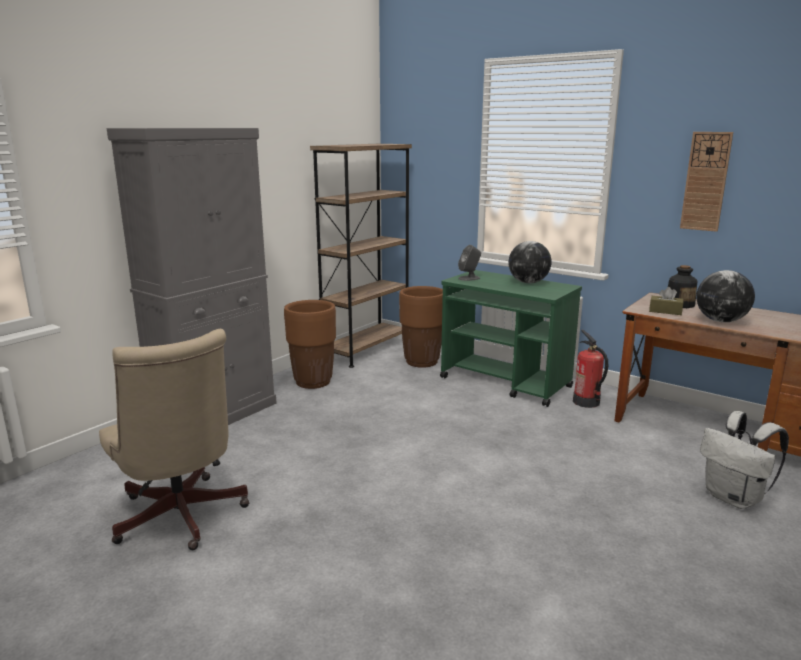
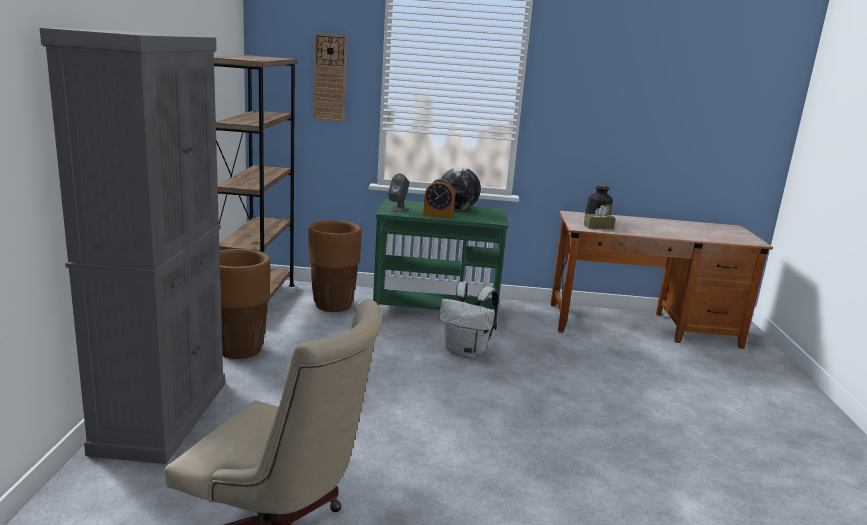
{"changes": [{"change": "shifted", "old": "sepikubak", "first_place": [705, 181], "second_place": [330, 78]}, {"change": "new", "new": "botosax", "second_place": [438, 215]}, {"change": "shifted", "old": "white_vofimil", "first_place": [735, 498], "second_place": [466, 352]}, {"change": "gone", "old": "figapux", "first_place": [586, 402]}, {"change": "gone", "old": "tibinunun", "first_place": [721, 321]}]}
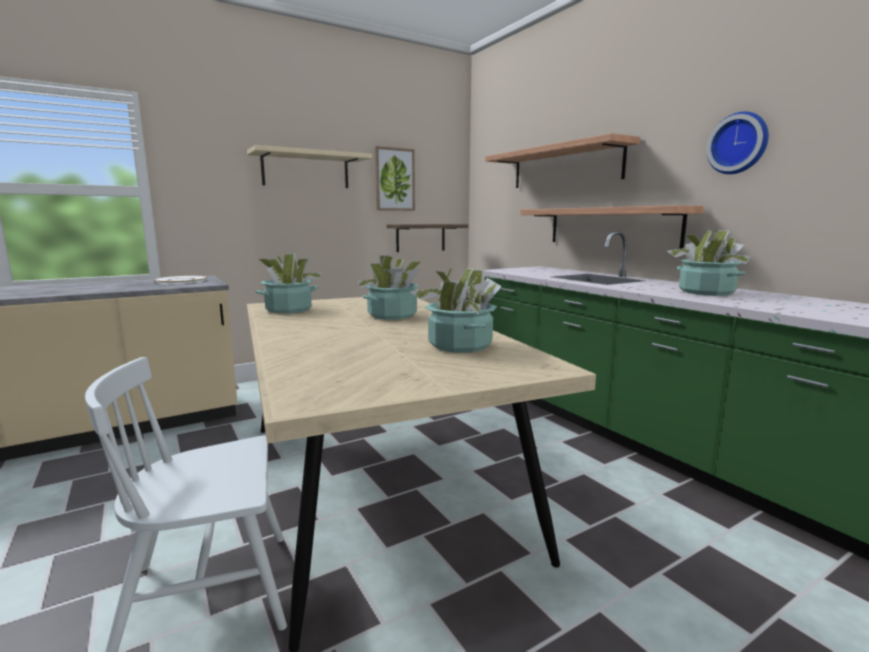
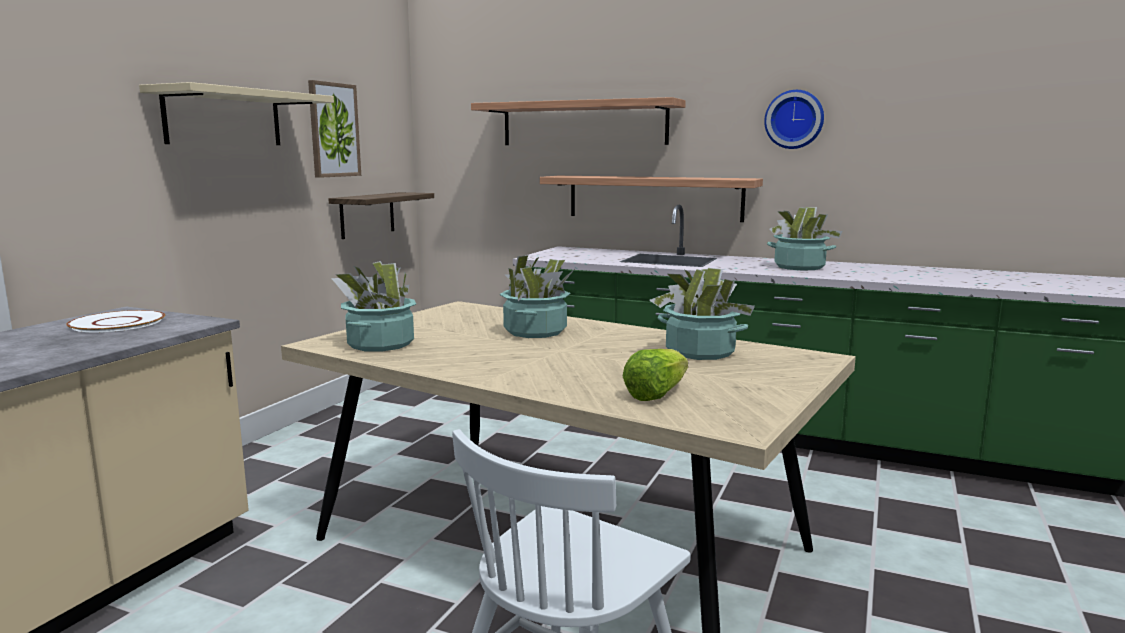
{"changes": [{"change": "new", "new": "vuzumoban", "second_place": [656, 394]}]}
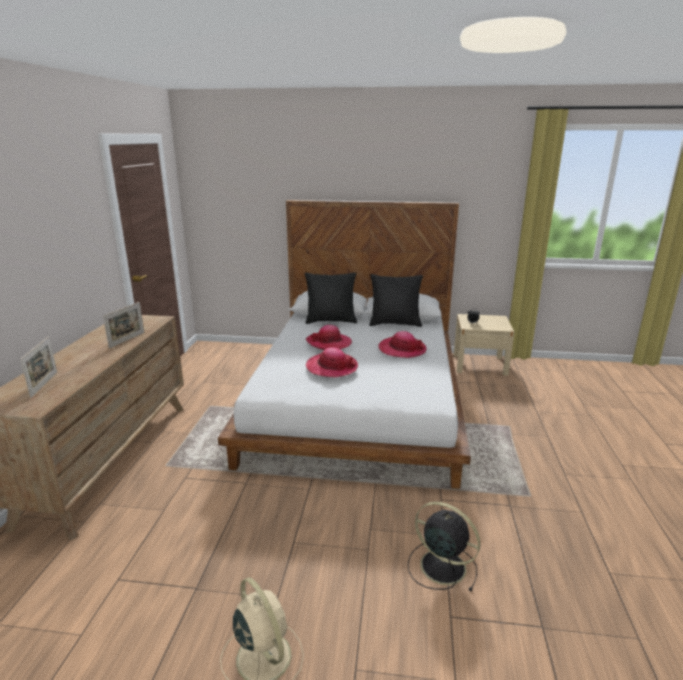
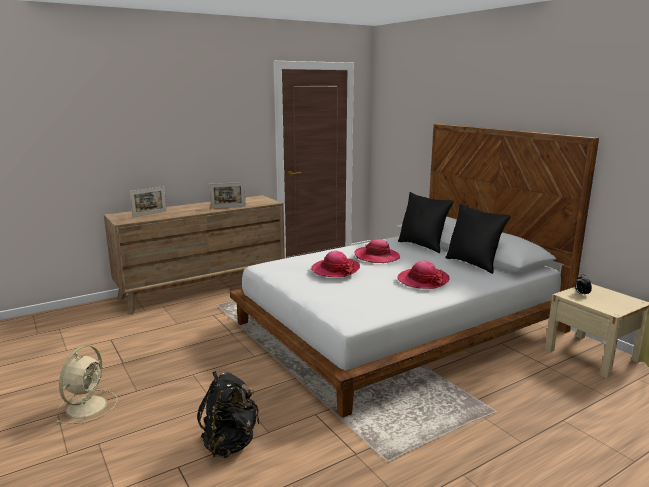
{"changes": [{"change": "swapped", "old": "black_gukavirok", "new": "black_vofimil", "first_place": [441, 566], "second_place": [230, 443]}]}
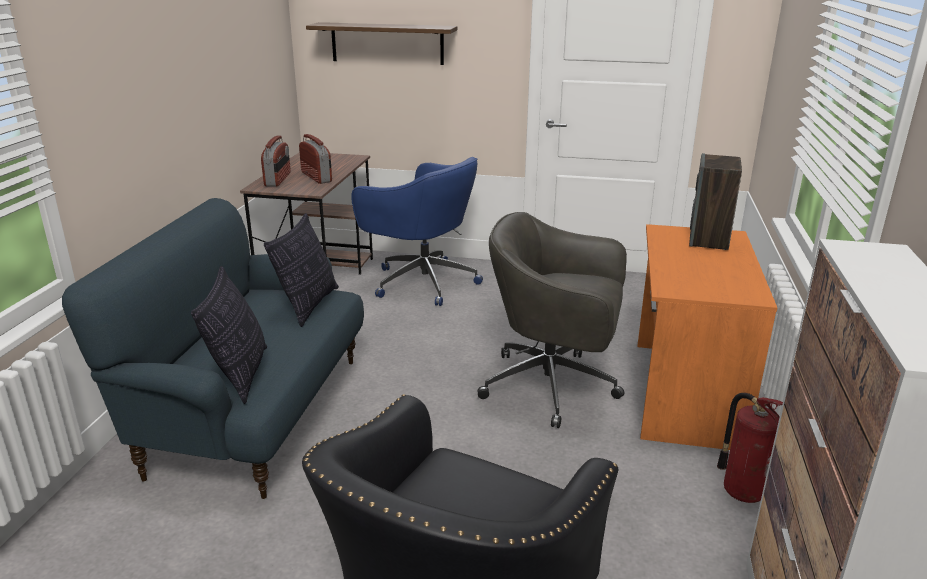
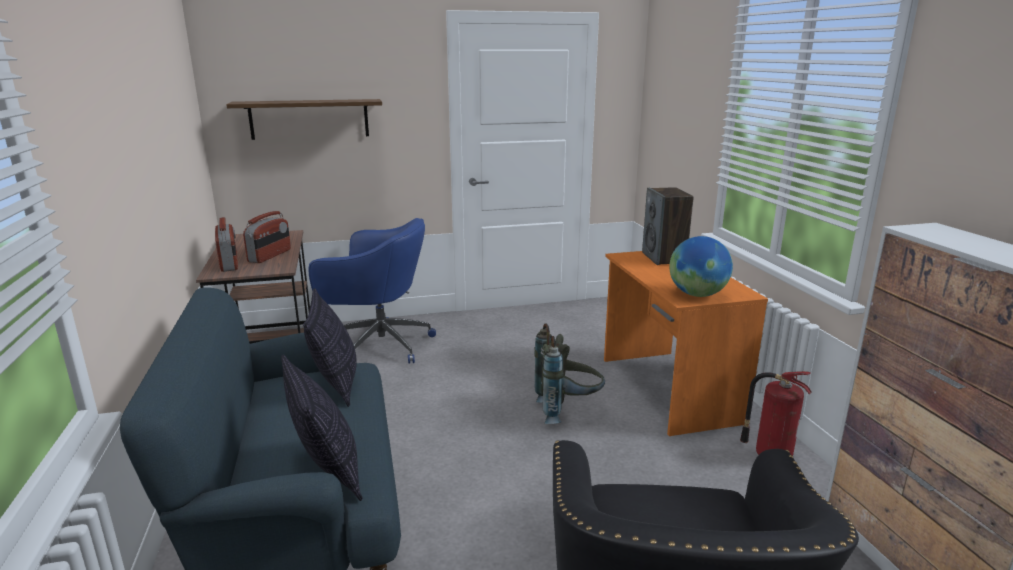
{"changes": [{"change": "rotated", "old": "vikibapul", "first_place": [317, 177], "second_place": [270, 256], "degrees": 75}, {"change": "swapped", "old": "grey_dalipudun", "new": "grey_vofimil", "first_place": [553, 386], "second_place": [567, 410]}, {"change": "new", "new": "tibinunun", "second_place": [697, 294]}]}
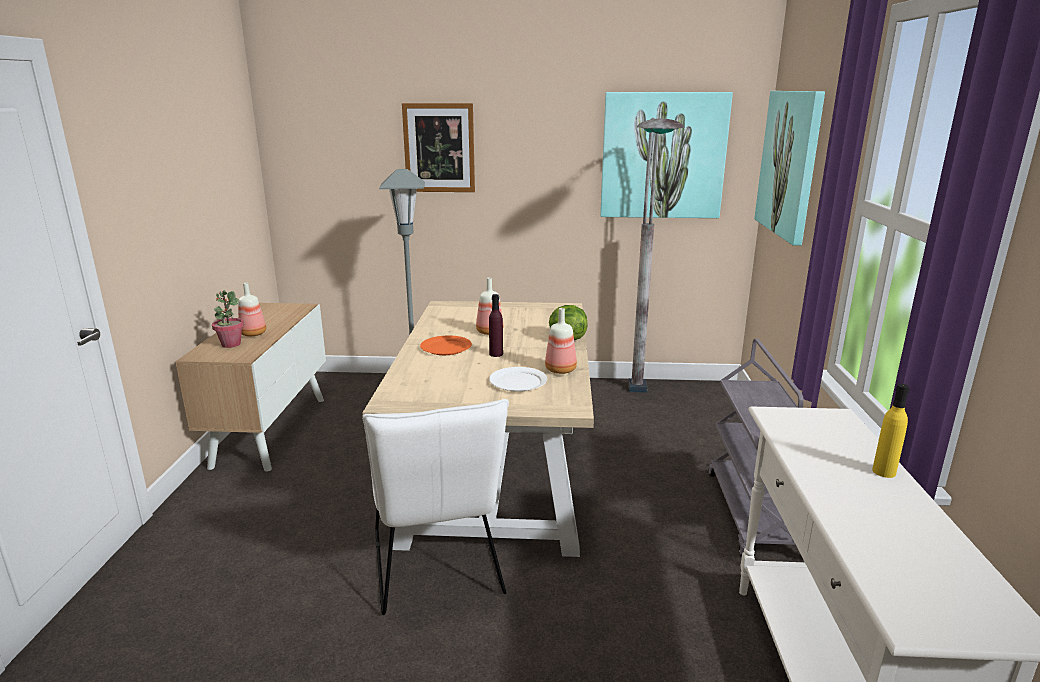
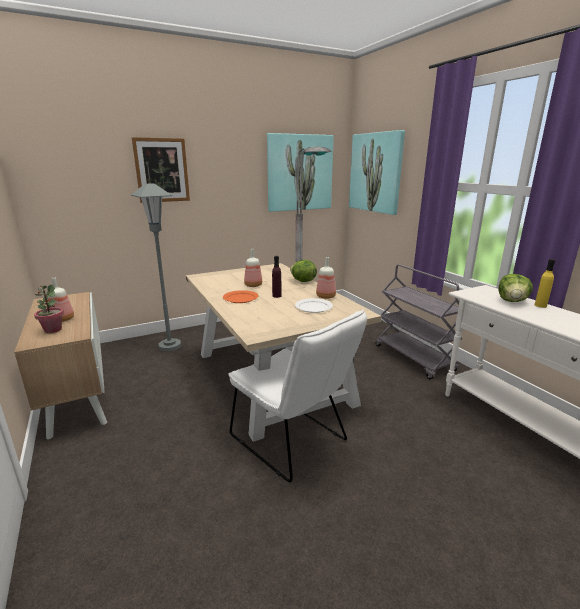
{"changes": [{"change": "new", "new": "vuzumoban", "second_place": [512, 301]}]}
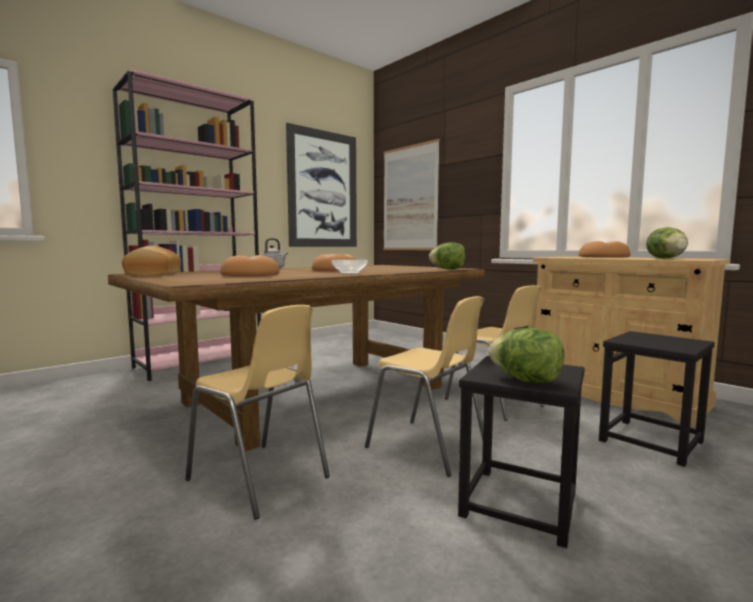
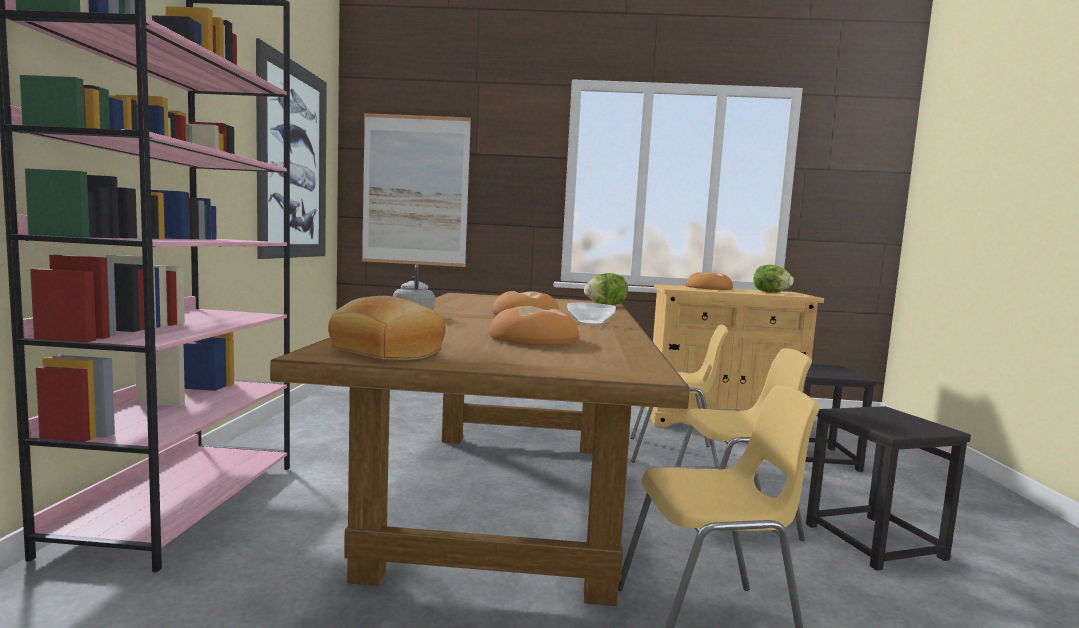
{"changes": [{"change": "gone", "old": "vuzumoban", "first_place": [526, 380]}]}
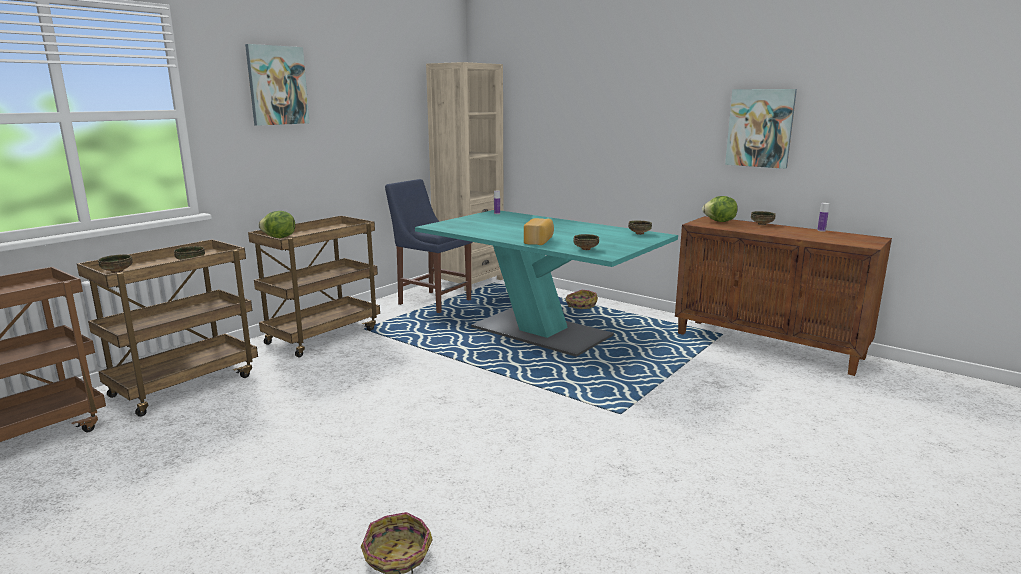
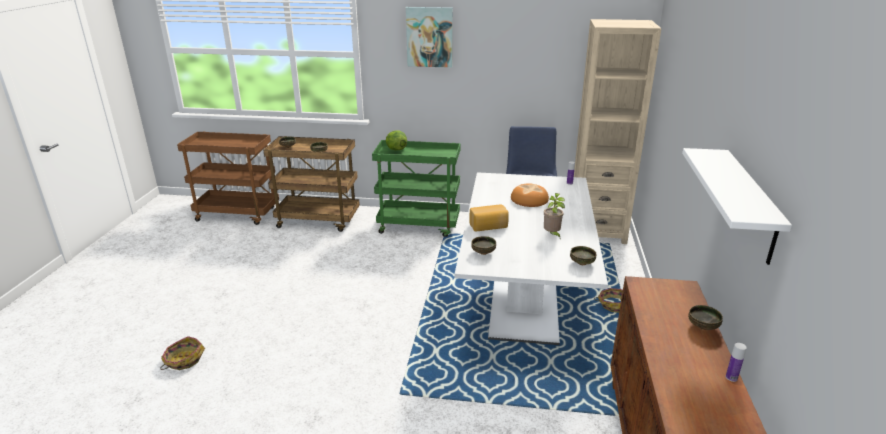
{"changes": [{"change": "repainted", "old": "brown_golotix", "new": "green_golotix", "first_place": [323, 335], "second_place": [419, 225]}, {"change": "repainted", "old": "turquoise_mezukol", "new": "white_mezukol", "first_place": [541, 332], "second_place": [524, 305]}, {"change": "new", "new": "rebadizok", "second_place": [529, 199]}, {"change": "new", "new": "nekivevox", "second_place": [552, 235]}, {"change": "swapped", "old": "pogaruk", "new": "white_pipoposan", "first_place": [760, 128], "second_place": [749, 205]}, {"change": "gone", "old": "vuzumoban", "first_place": [719, 222]}]}
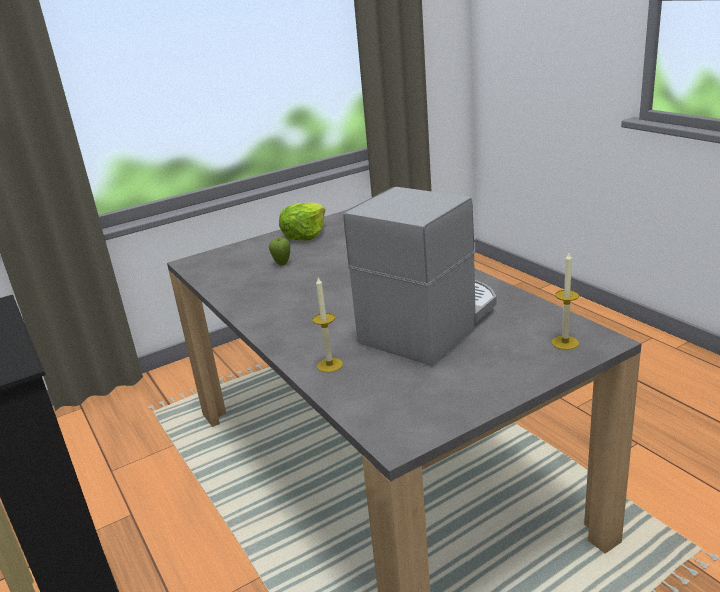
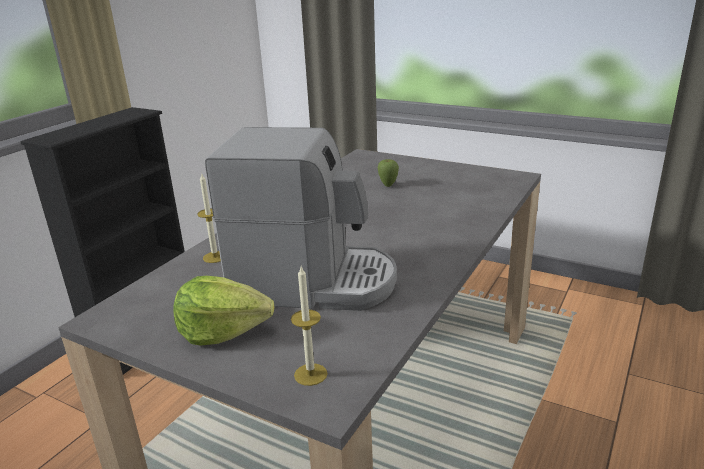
{"changes": [{"change": "shifted", "old": "vuzumoban", "first_place": [305, 235], "second_place": [223, 331]}]}
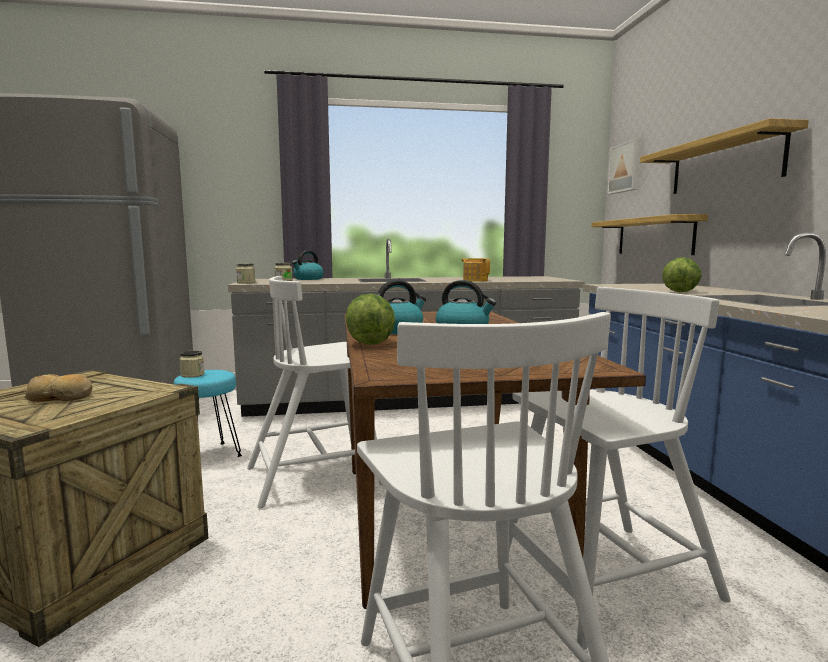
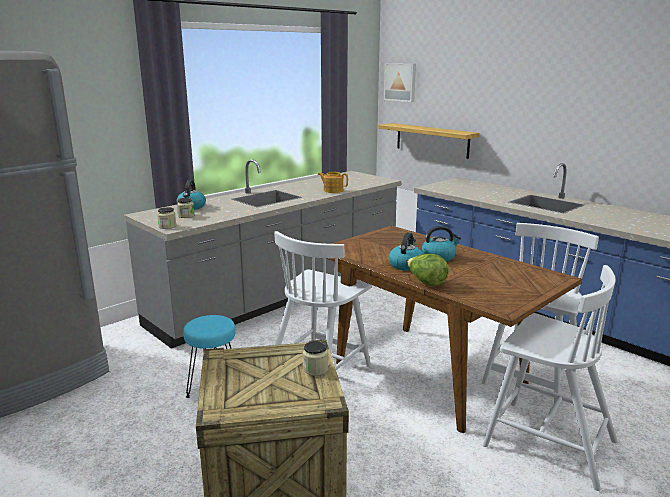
{"changes": [{"change": "shifted", "old": "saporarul", "first_place": [192, 375], "second_place": [315, 369]}, {"change": "gone", "old": "rebadizok", "first_place": [60, 397]}, {"change": "gone", "old": "pipoposan", "first_place": [724, 164]}, {"change": "gone", "old": "vuzumoban", "first_place": [680, 291]}]}
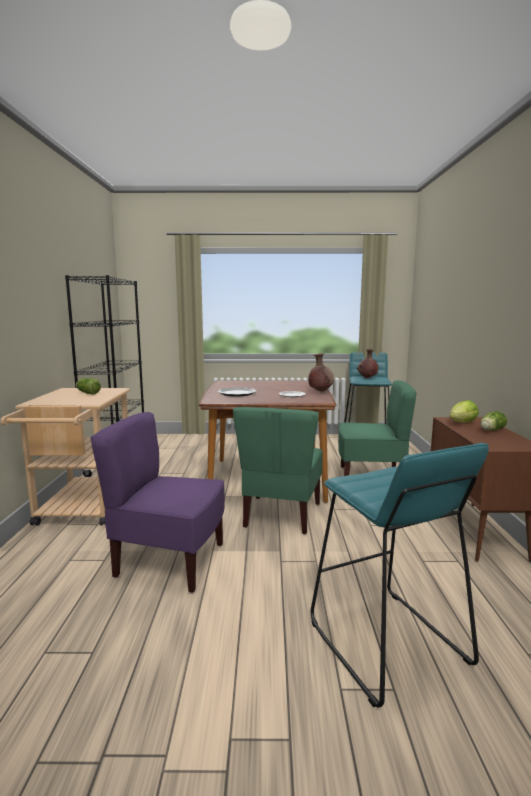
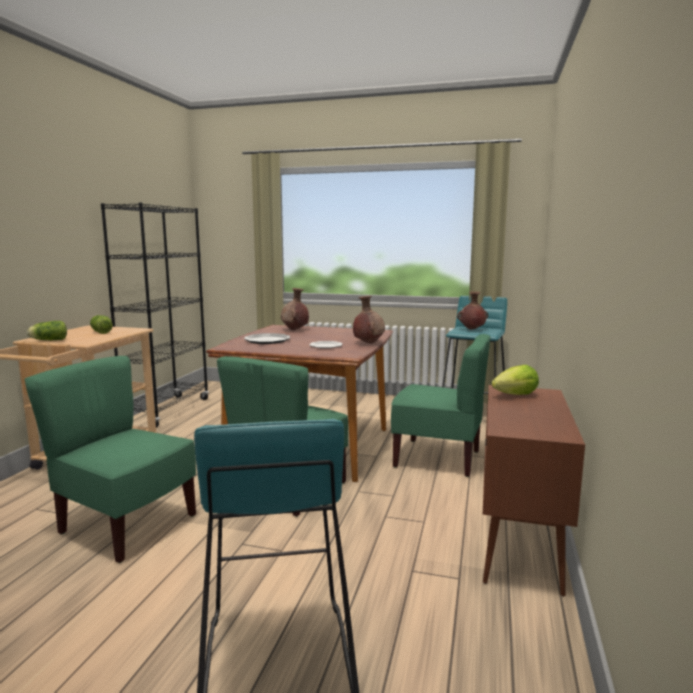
{"changes": [{"change": "repainted", "old": "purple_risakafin", "new": "green_risakafin", "first_place": [169, 561], "second_place": [126, 525]}, {"change": "shifted", "old": "vuzumoban", "first_place": [491, 430], "second_place": [48, 340]}, {"change": "new", "new": "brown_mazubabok", "second_place": [295, 330]}]}
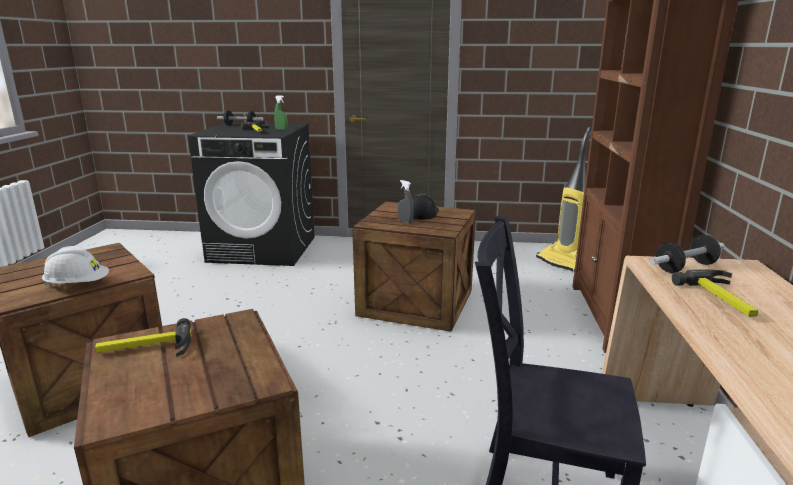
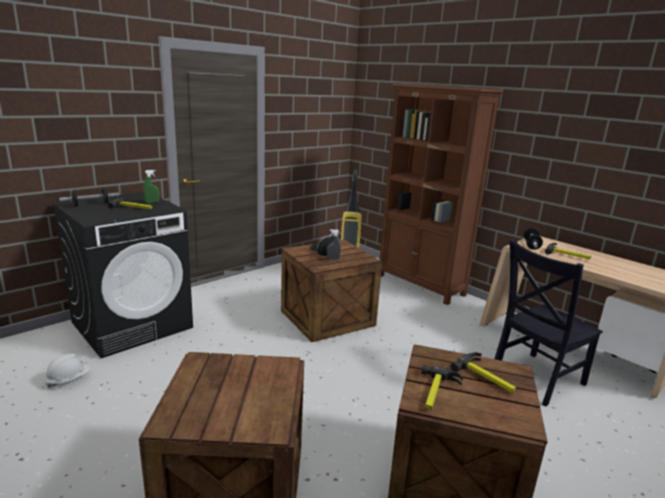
{"changes": [{"change": "shifted", "old": "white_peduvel", "first_place": [78, 285], "second_place": [68, 379]}, {"change": "new", "new": "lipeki", "second_place": [486, 377]}]}
